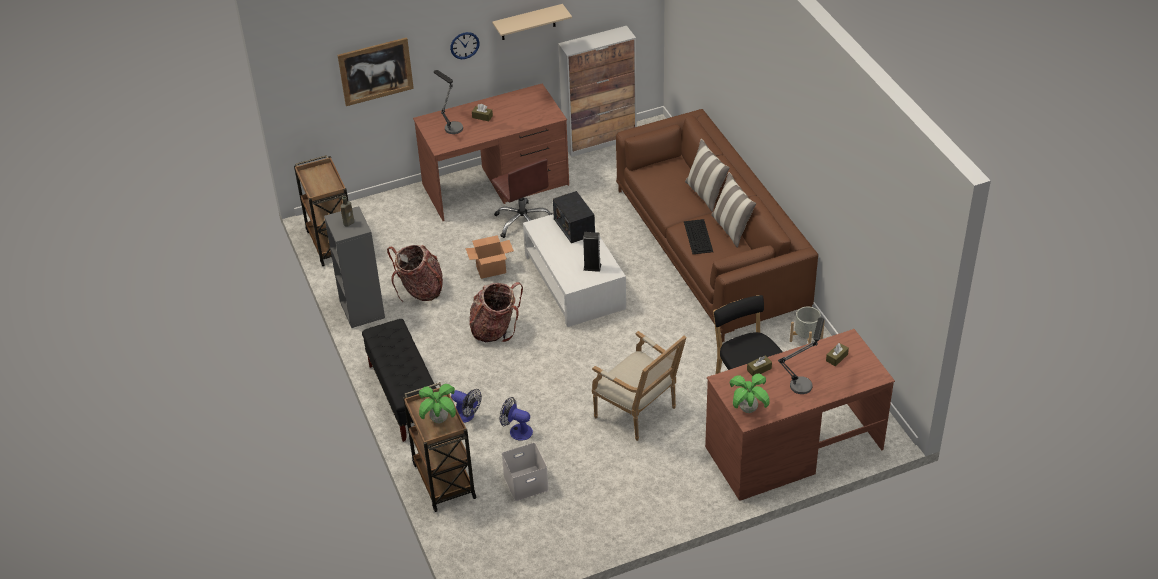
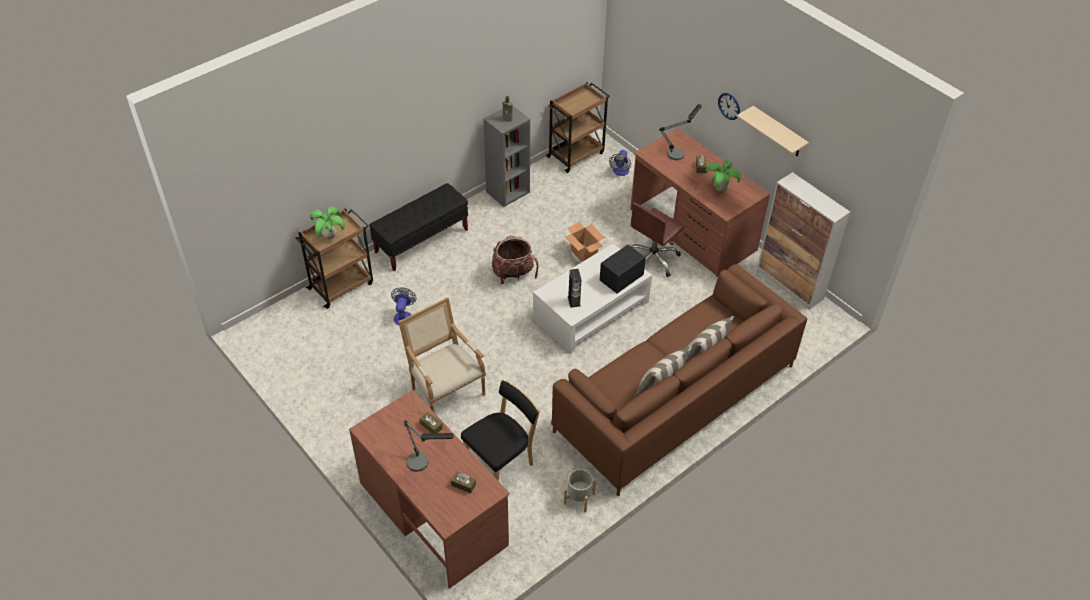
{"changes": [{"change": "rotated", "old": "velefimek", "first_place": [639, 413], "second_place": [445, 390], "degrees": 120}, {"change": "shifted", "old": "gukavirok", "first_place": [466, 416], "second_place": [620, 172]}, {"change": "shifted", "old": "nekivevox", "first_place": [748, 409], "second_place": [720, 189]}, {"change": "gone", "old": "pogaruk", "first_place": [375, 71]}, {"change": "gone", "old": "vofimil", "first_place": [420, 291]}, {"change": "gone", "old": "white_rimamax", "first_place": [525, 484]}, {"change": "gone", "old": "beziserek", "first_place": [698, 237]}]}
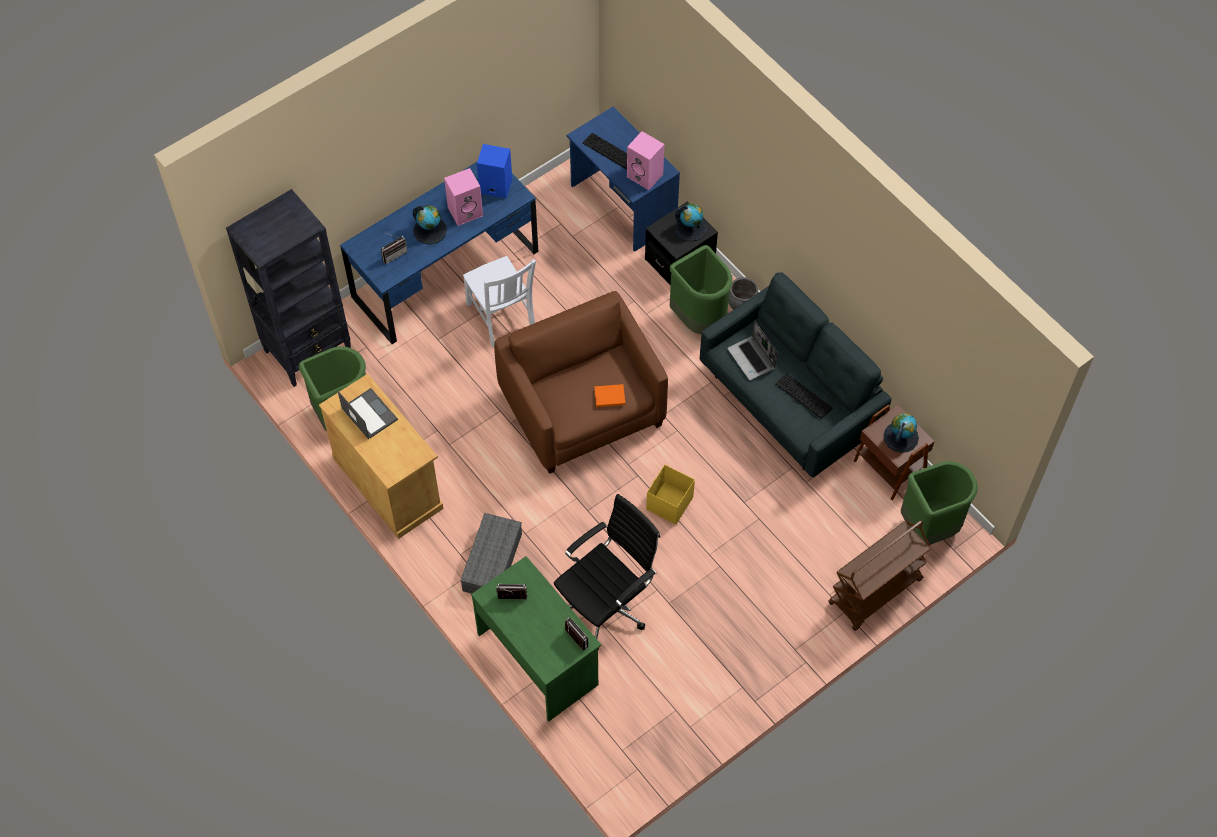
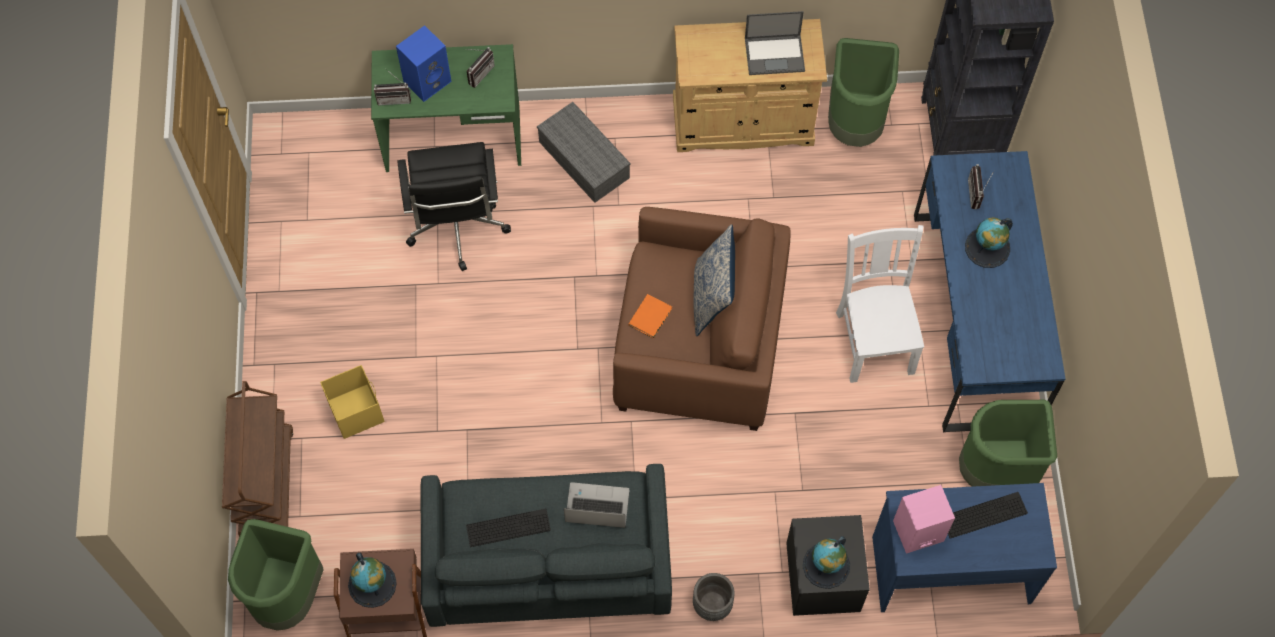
{"changes": [{"change": "shifted", "old": "yellow_rimamax", "first_place": [669, 504], "second_place": [356, 410]}, {"change": "shifted", "old": "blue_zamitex", "first_place": [495, 186], "second_place": [427, 80]}, {"change": "new", "new": "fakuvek", "second_place": [712, 298]}, {"change": "rotated", "old": "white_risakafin", "first_place": [502, 318], "second_place": [874, 339], "degrees": 75}, {"change": "shifted", "old": "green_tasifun", "first_place": [699, 319], "second_place": [995, 473]}, {"change": "gone", "old": "pink_zamitex", "first_place": [465, 211]}]}
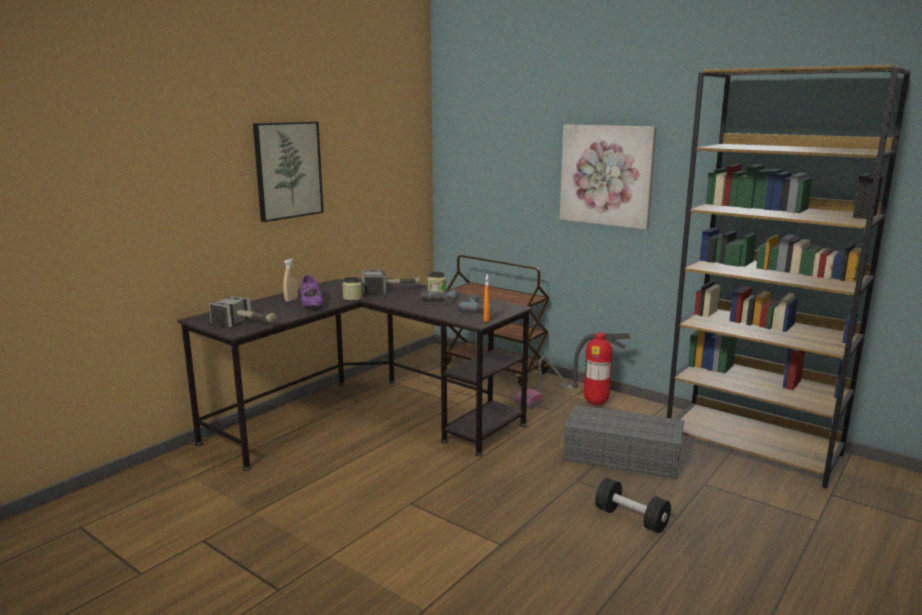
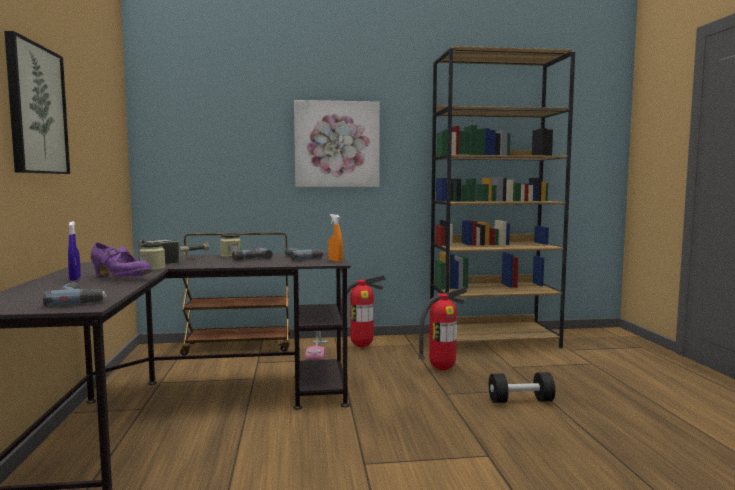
{"changes": [{"change": "swapped", "old": "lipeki", "new": "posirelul", "first_place": [247, 324], "second_place": [79, 300]}, {"change": "repainted", "old": "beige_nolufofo", "new": "blue_nolufofo", "first_place": [291, 300], "second_place": [75, 279]}, {"change": "swapped", "old": "grey_rimamax", "new": "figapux", "first_place": [624, 456], "second_place": [442, 369]}]}
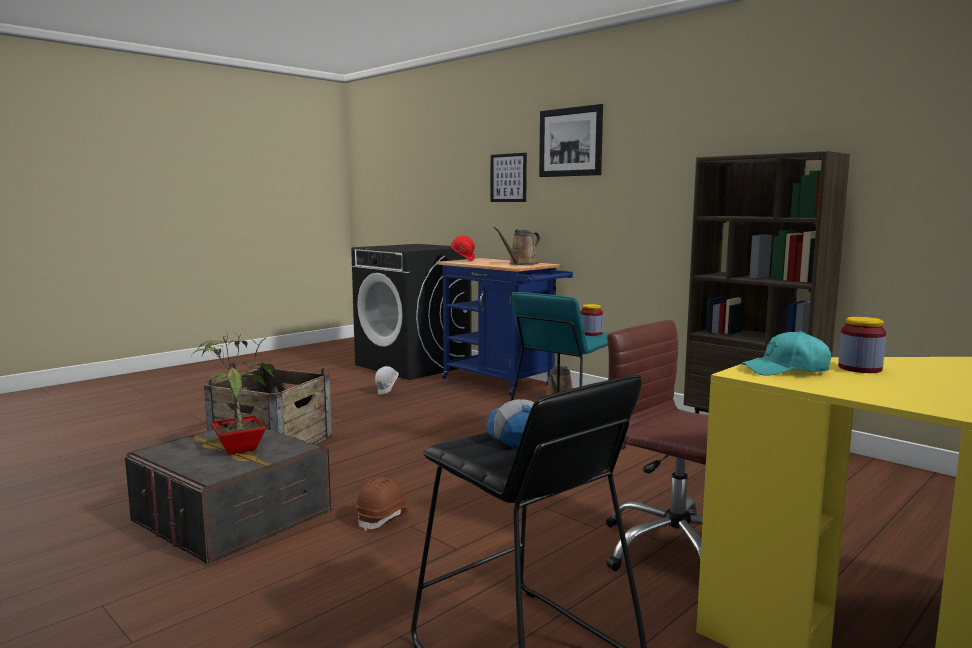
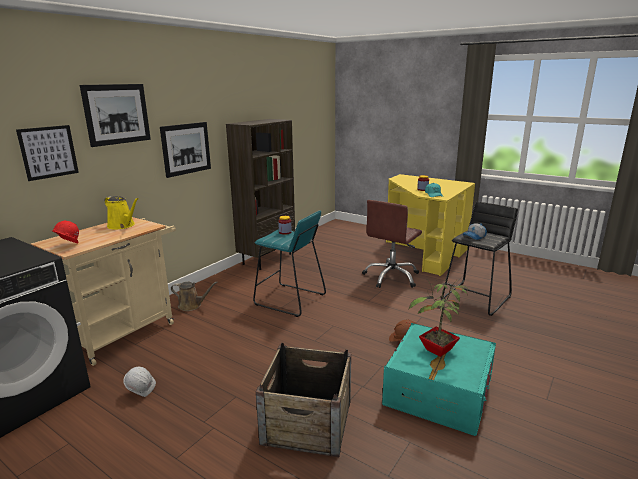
{"changes": [{"change": "repainted", "old": "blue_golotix", "new": "beige_golotix", "first_place": [503, 383], "second_place": [126, 332]}, {"change": "repainted", "old": "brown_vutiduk", "new": "yellow_vutiduk", "first_place": [521, 264], "second_place": [123, 225]}, {"change": "new", "new": "pogaruk", "second_place": [186, 148]}, {"change": "repainted", "old": "grey_rimamax", "new": "turquoise_rimamax", "first_place": [232, 517], "second_place": [438, 392]}]}
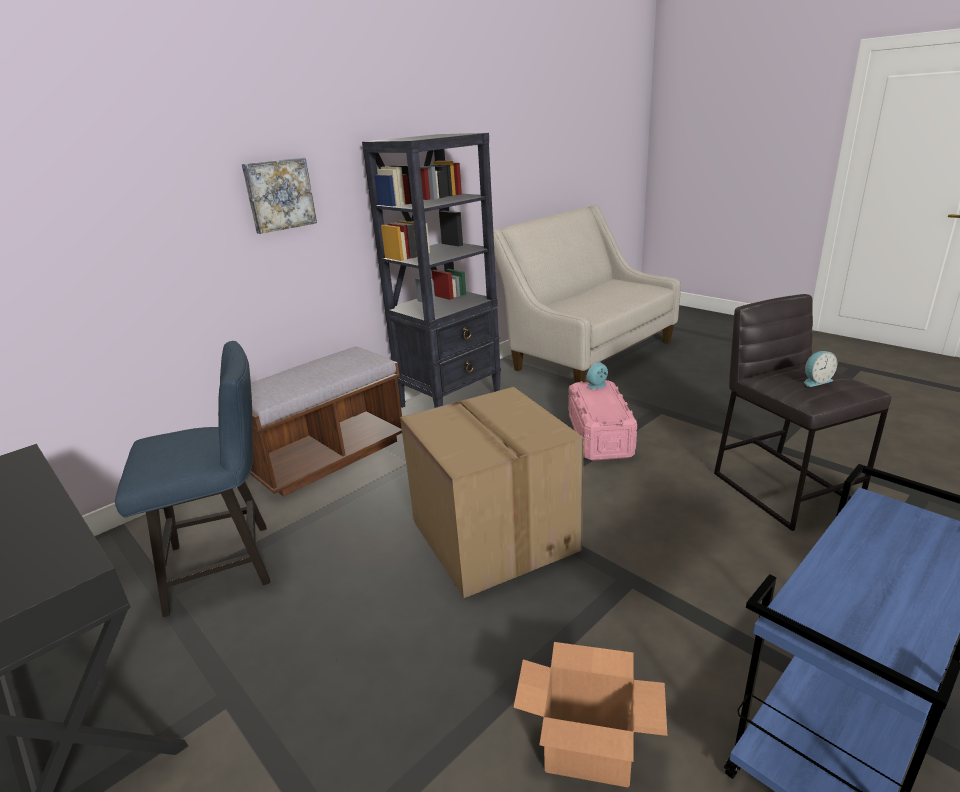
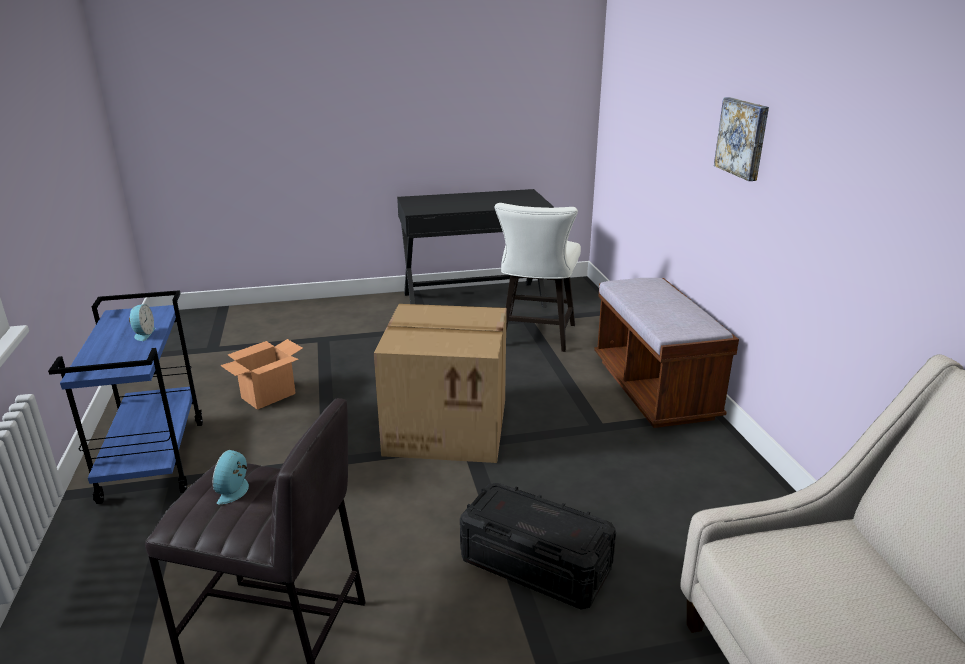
{"changes": [{"change": "shifted", "old": "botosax", "first_place": [598, 385], "second_place": [143, 334]}, {"change": "repainted", "old": "pink_rimamax", "new": "black_rimamax", "first_place": [599, 436], "second_place": [535, 564]}, {"change": "repainted", "old": "blue_risakafin", "new": "white_risakafin", "first_place": [230, 563], "second_place": [535, 337]}, {"change": "gone", "old": "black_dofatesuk", "first_place": [451, 401]}]}
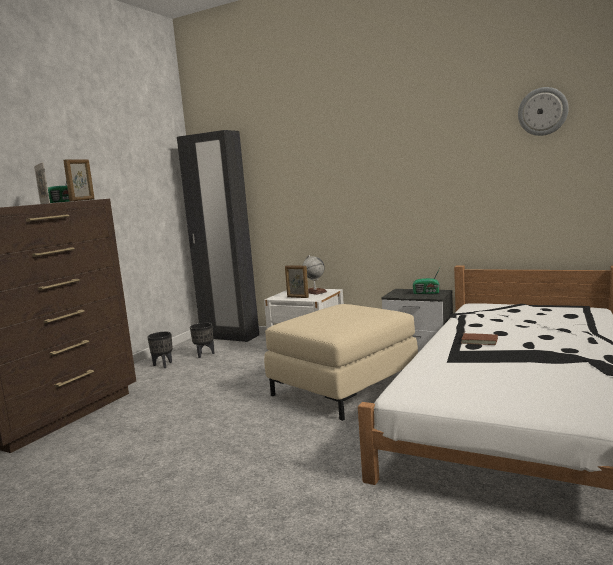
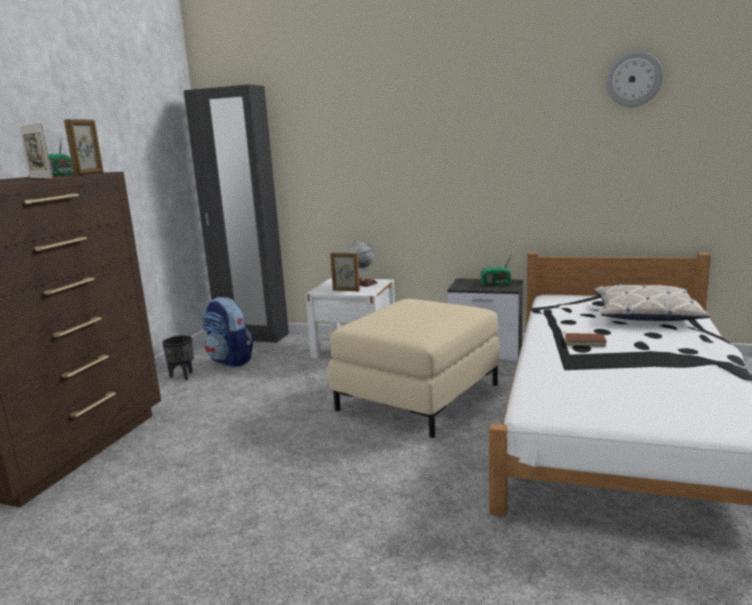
{"changes": [{"change": "swapped", "old": "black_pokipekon", "new": "vofimil", "first_place": [205, 354], "second_place": [230, 360]}, {"change": "new", "new": "fakuvek", "second_place": [645, 314]}]}
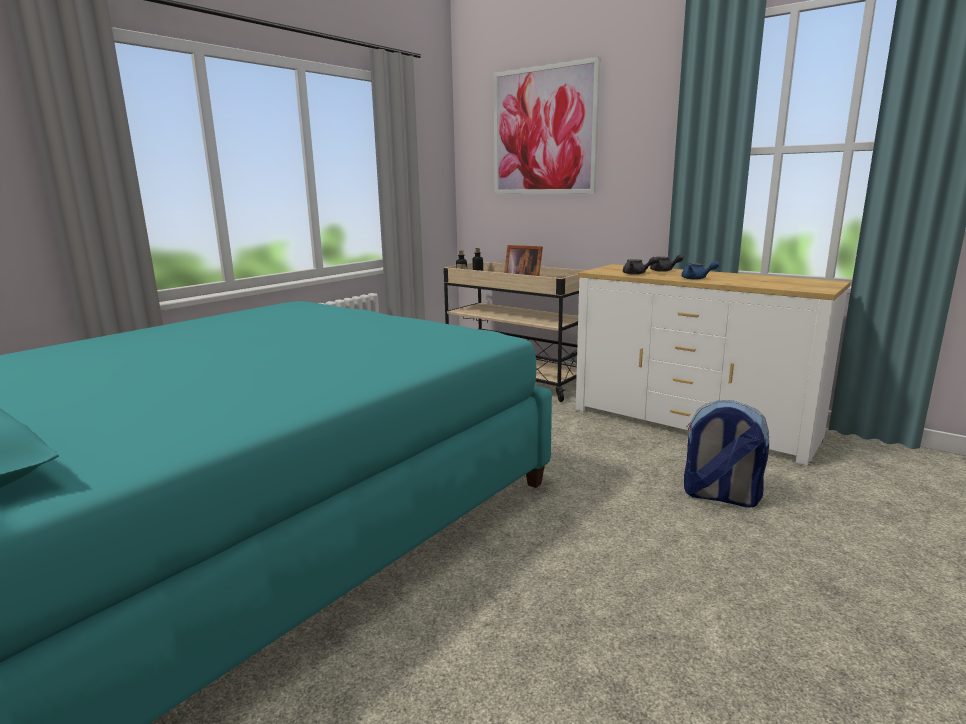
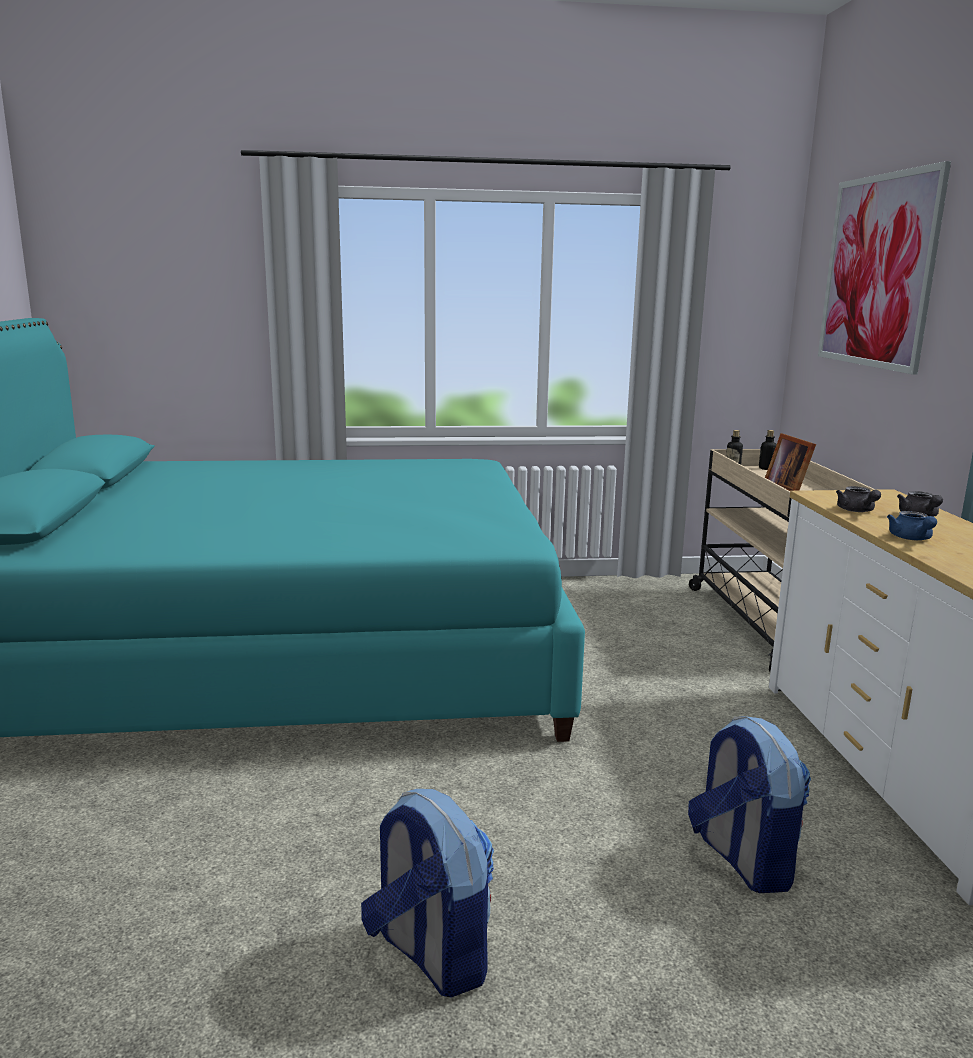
{"changes": [{"change": "new", "new": "vofimil", "second_place": [430, 954]}]}
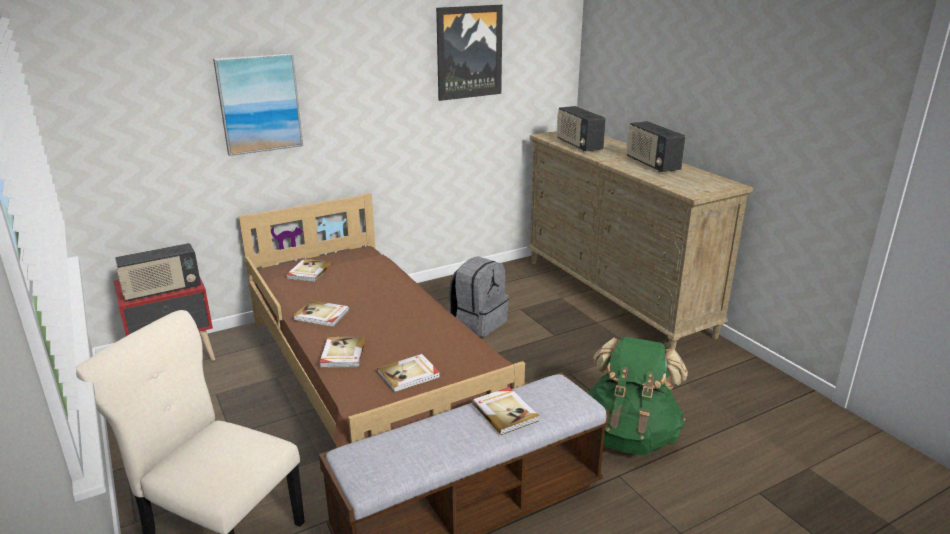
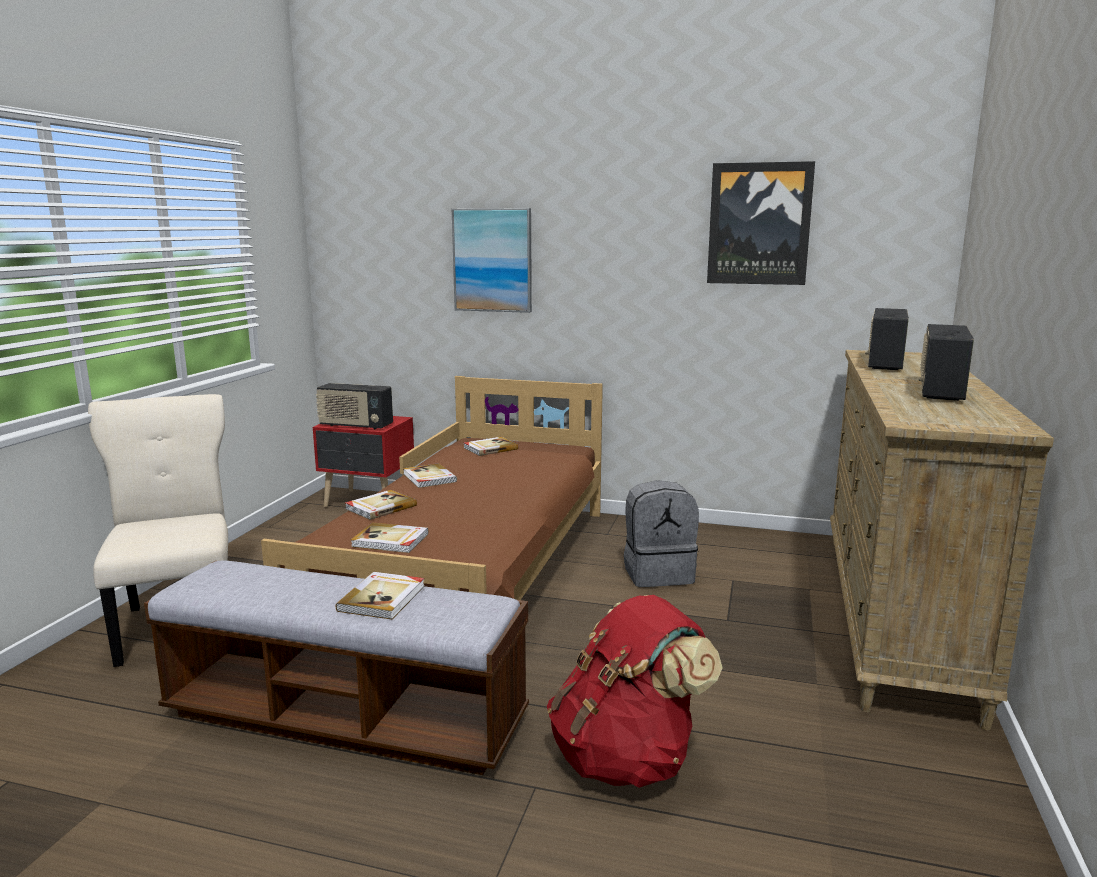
{"changes": [{"change": "repainted", "old": "green_vofimil", "new": "red_vofimil", "first_place": [629, 435], "second_place": [627, 758]}]}
